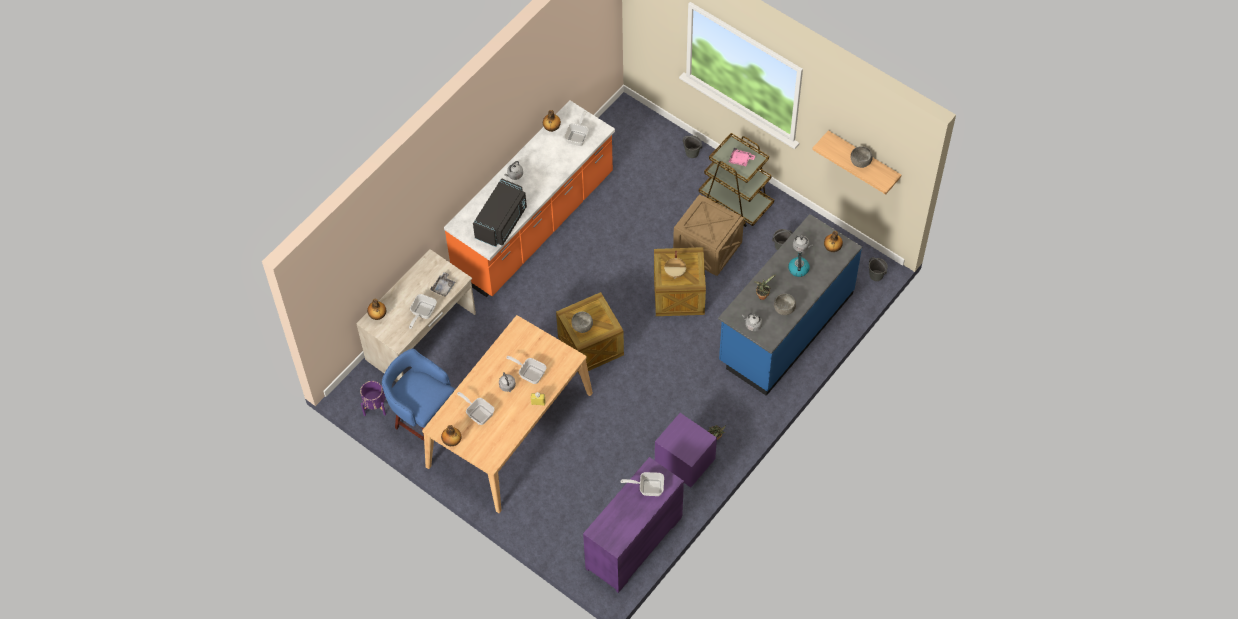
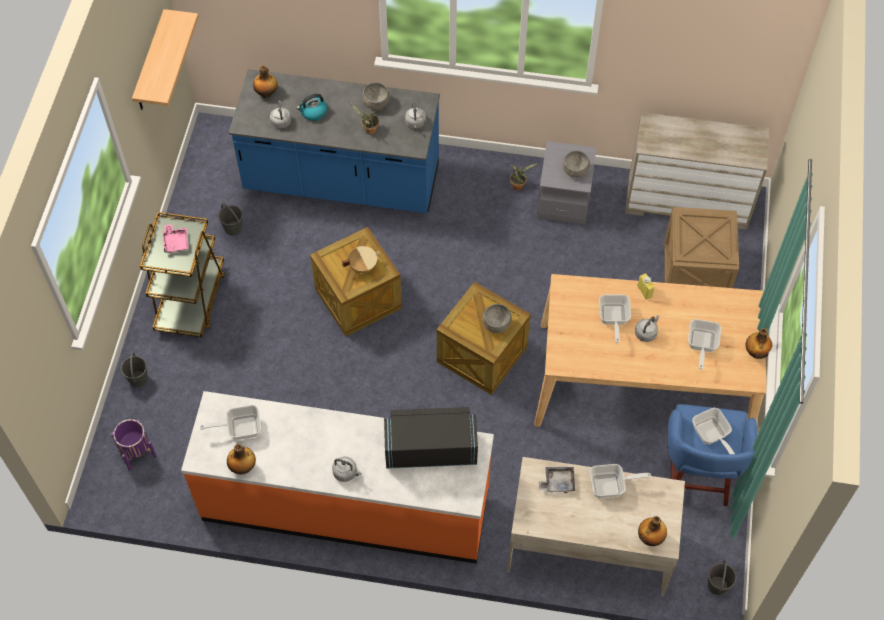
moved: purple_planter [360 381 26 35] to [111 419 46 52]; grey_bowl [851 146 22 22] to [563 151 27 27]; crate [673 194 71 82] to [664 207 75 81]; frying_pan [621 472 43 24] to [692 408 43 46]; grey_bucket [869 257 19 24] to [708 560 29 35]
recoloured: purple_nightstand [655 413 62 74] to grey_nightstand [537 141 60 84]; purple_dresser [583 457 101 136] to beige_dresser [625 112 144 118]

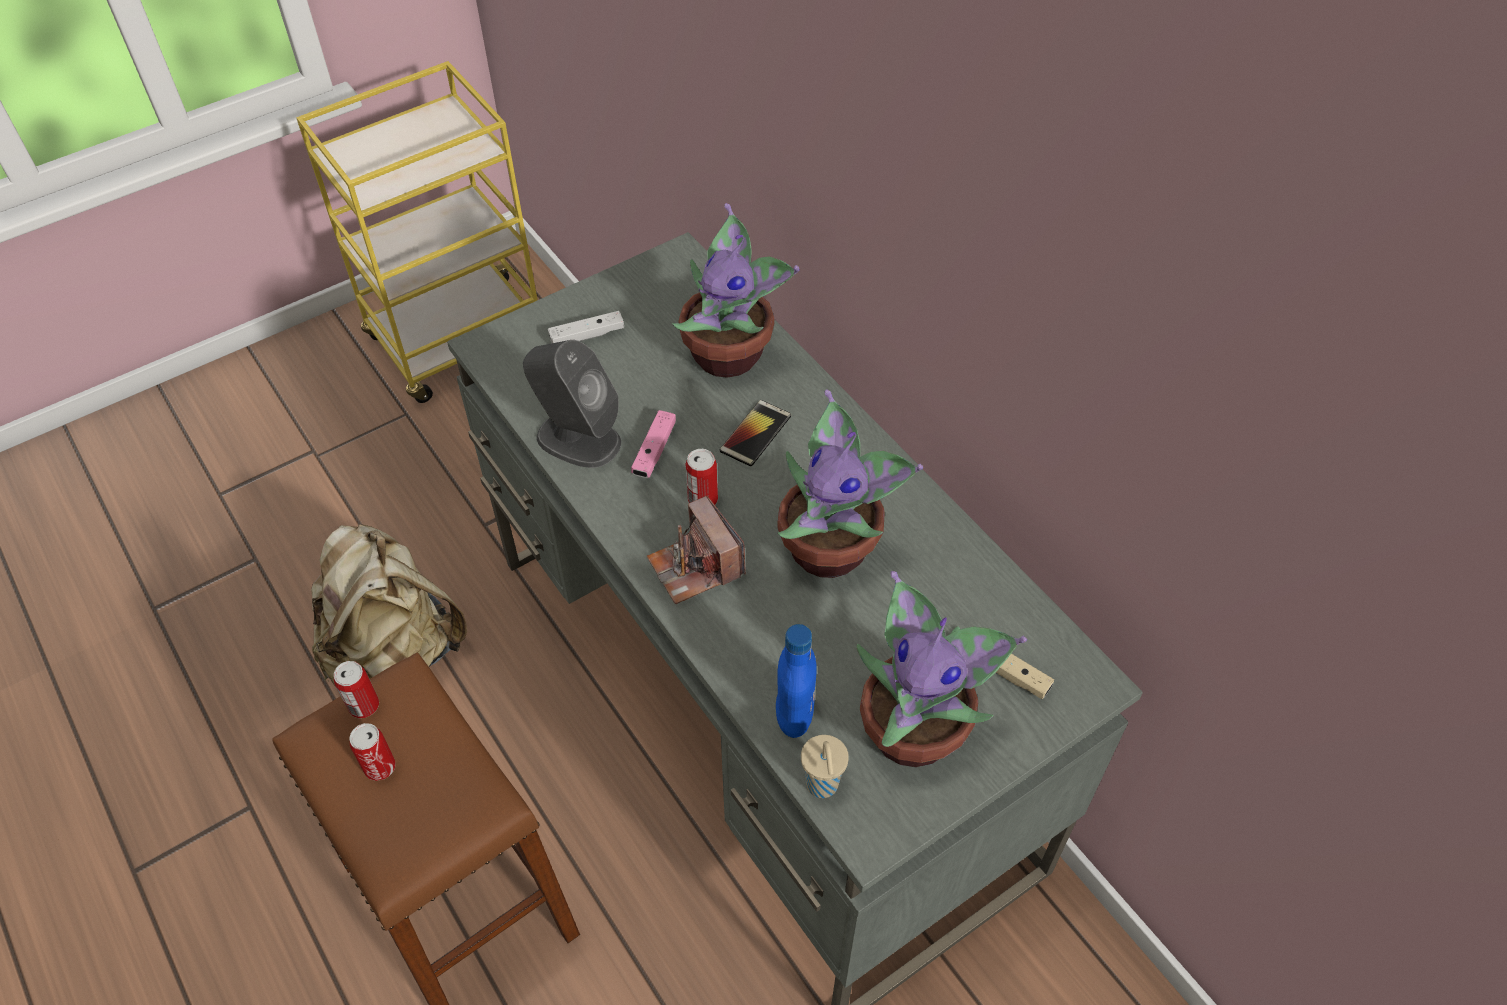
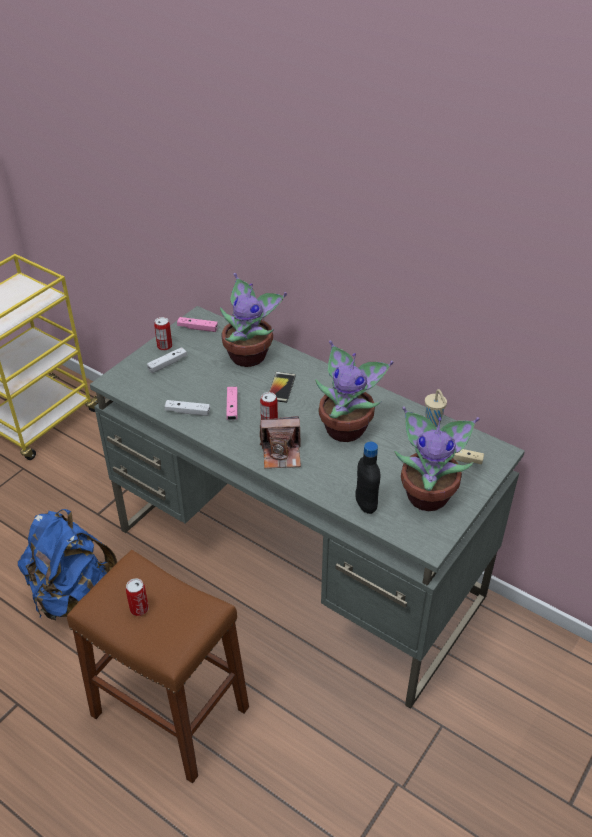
added: pink_game_controller [177 317 41 15]
moved: can [334 661 45 57] to [154 317 18 34]; beige_cup [801 735 48 63] to [425 389 22 38]
replaced: grey_speaker [523 340 98 128] to white_game_controller [164 400 46 16]
recoloured: beige_backpack [311 524 156 163] to blue_backpack [18 509 99 111]; blue_bottle [776 624 41 114] to black_bottle [356 442 24 72]
turned: photo_camera [647 496 99 108] = [260 416 41 53] 45 degrees counterclockwise

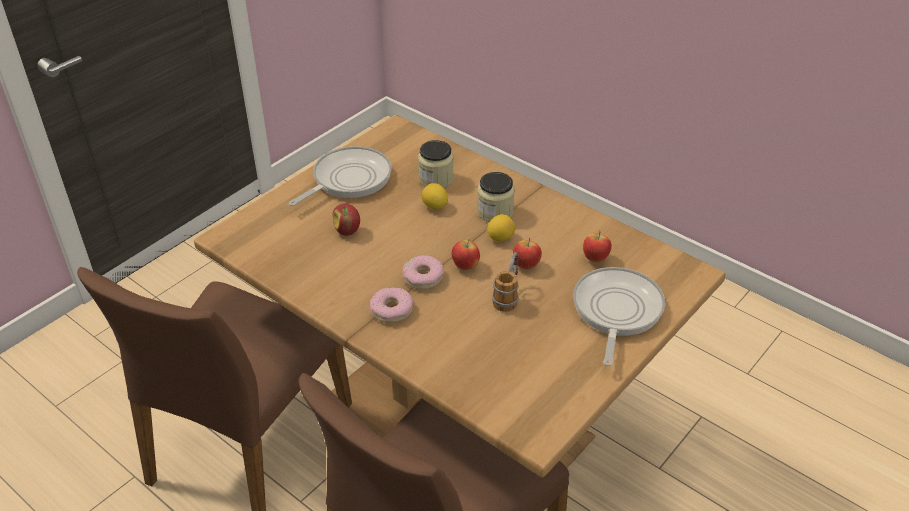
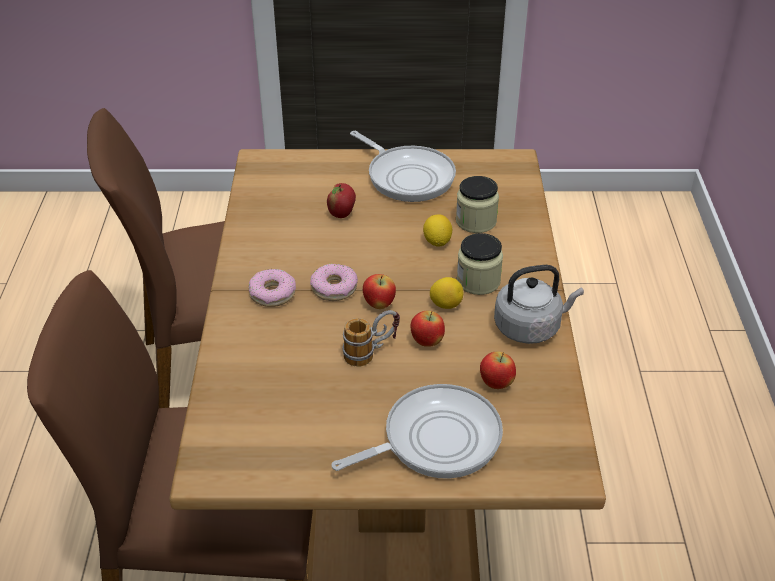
added: grey_kettle [494 265 90 79]
turned: frying_pan [289 146 102 60] = [350 131 106 71] 45 degrees clockwise

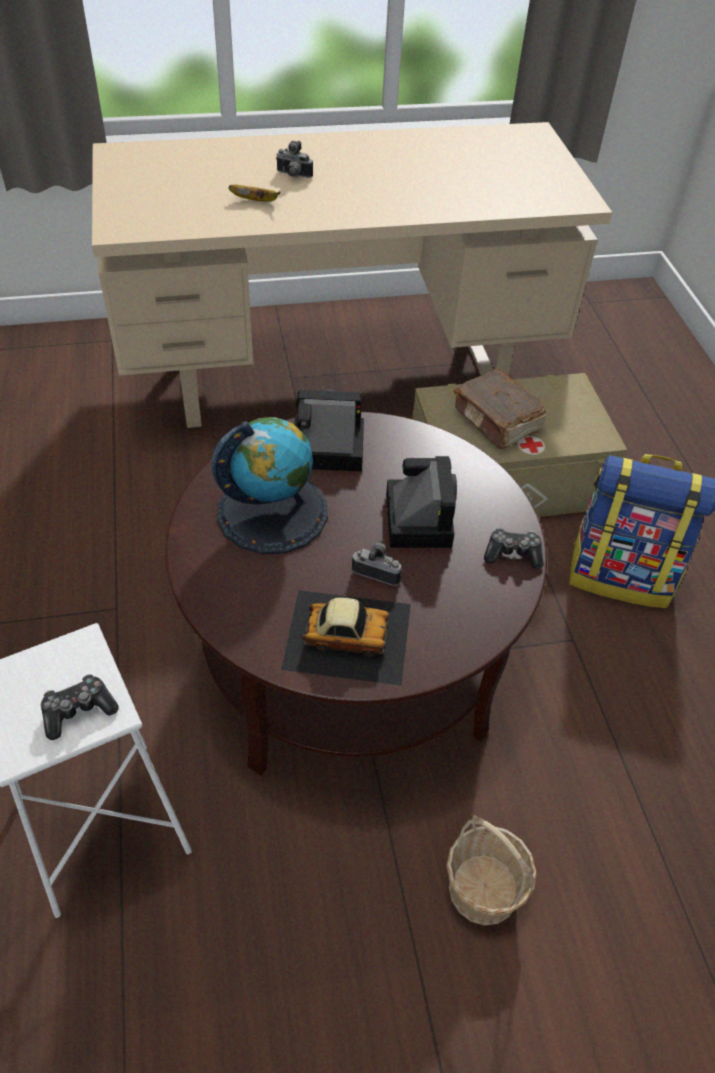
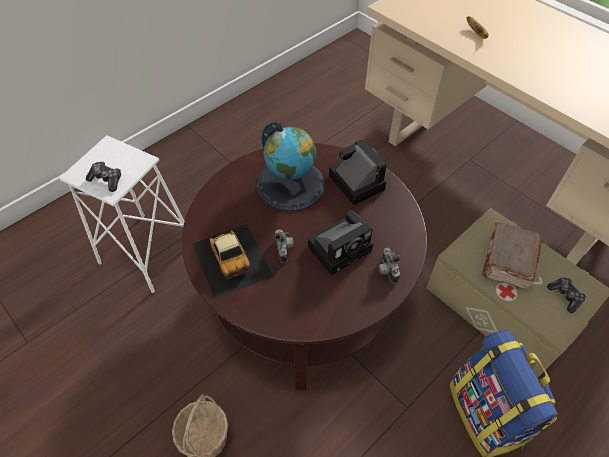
moved: photo_camera [275 141 38 37] to [378 248 22 36]; game_controller [484 528 60 41] to [547 277 39 36]

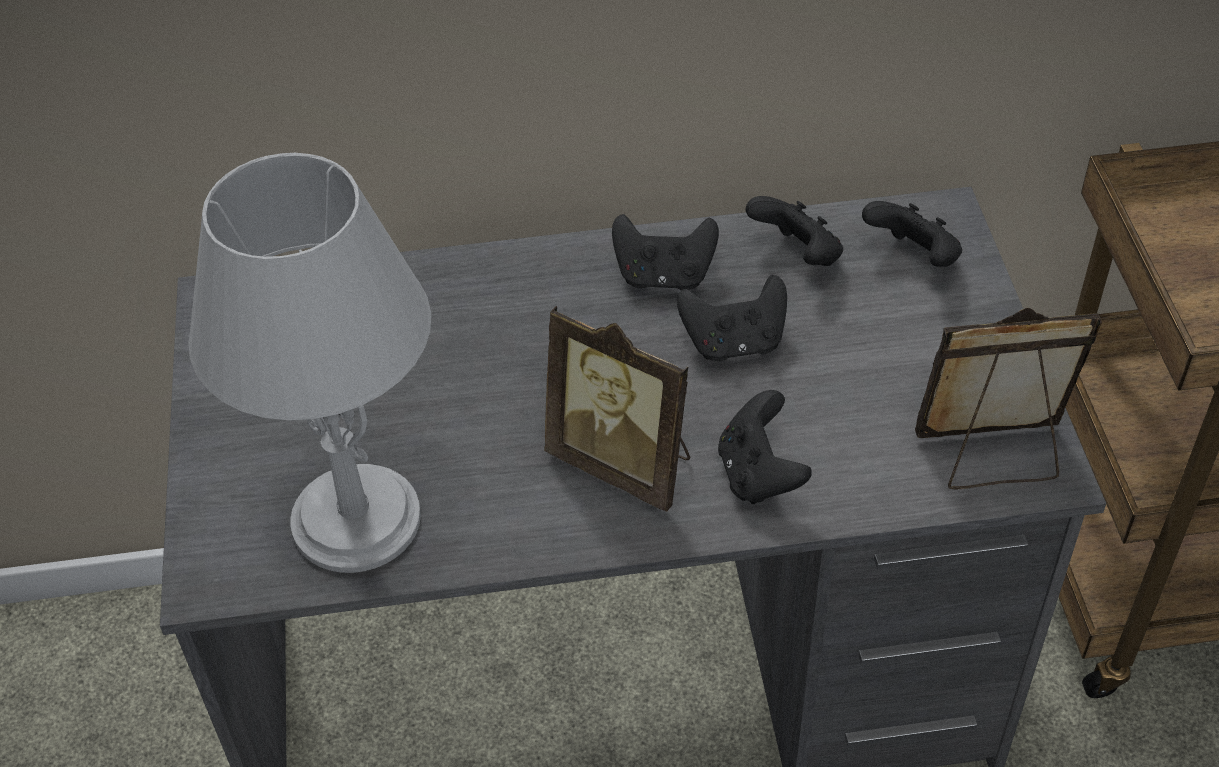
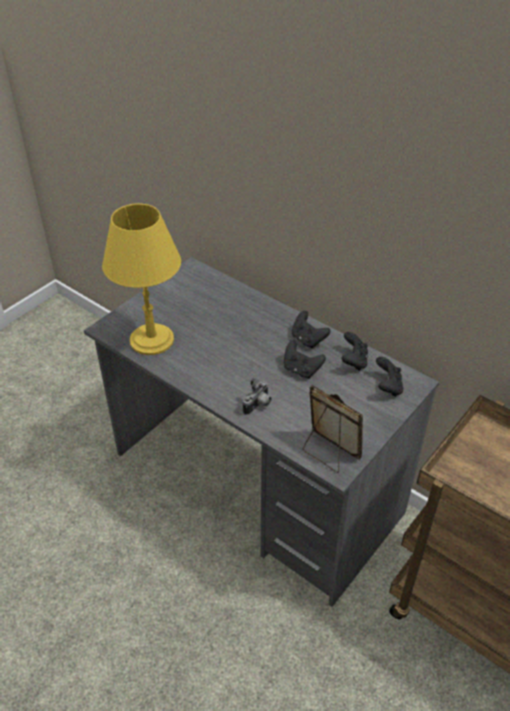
removed: picture_frame [544 306 146 206]
replaced: black_game_controller [718 390 94 114] to photo_camera [243 378 29 37]
recoloured: grey_table_lamp [188 153 243 420] to yellow_table_lamp [102 204 79 151]

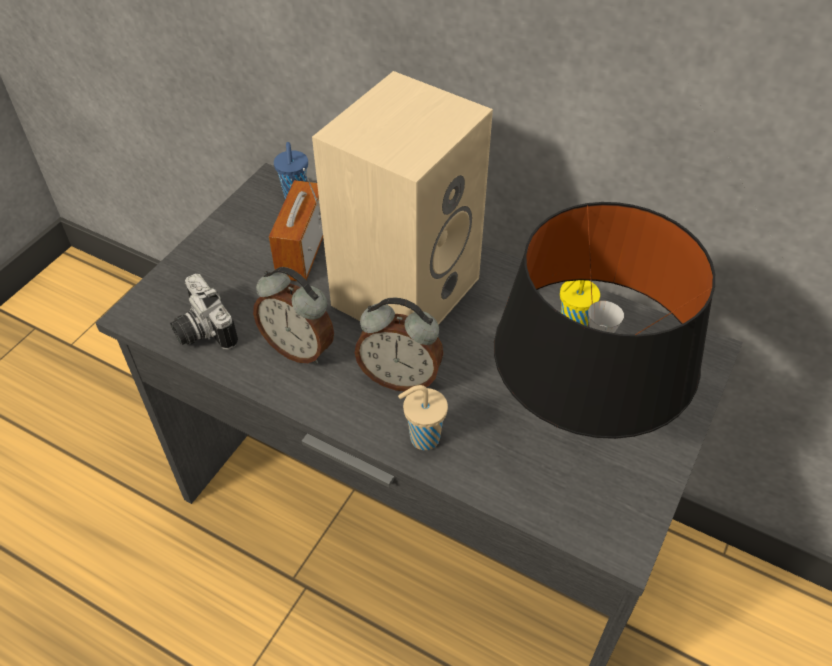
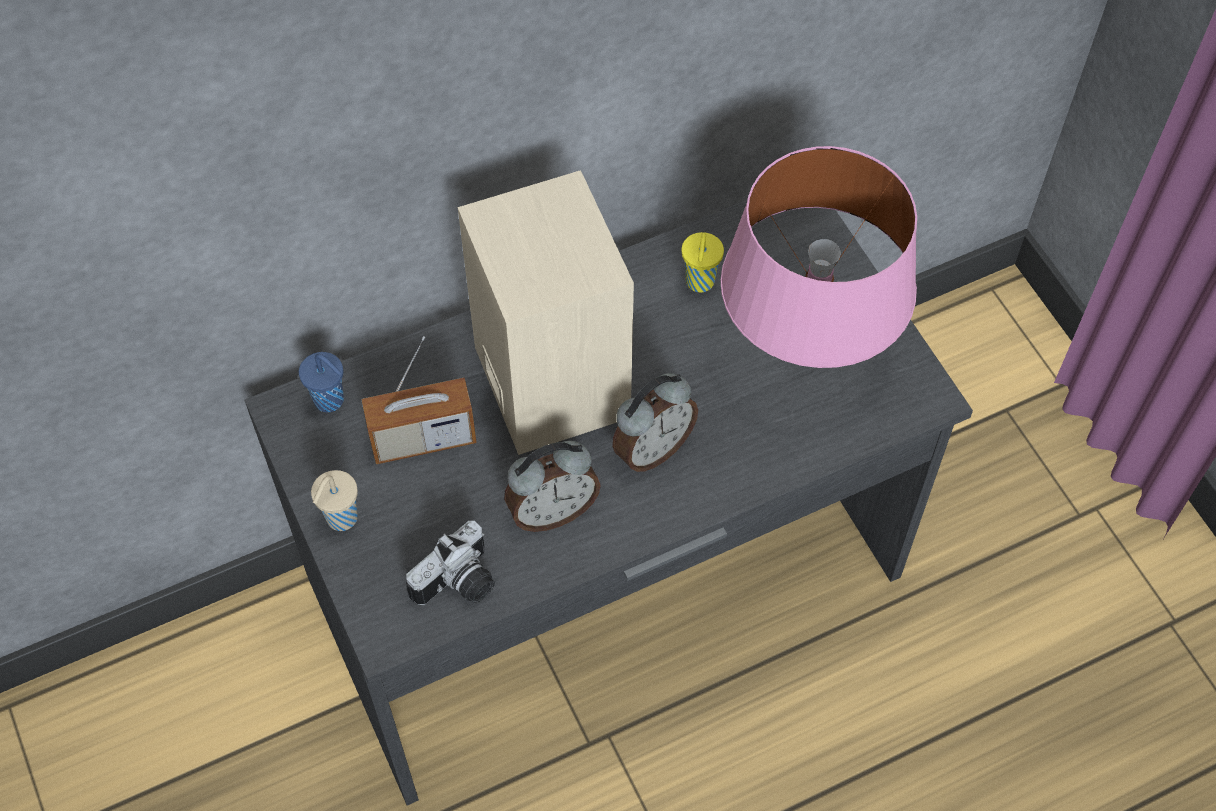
moved: beige_cup [398 385 50 65] to [311 470 47 61]
recoloured: black_table_lamp [494 202 221 237] to pink_table_lamp [720 146 197 222]
turned: radio [269 168 54 113] = [362 336 114 128] 60 degrees counterclockwise; photo_camera [170 274 68 76] = [406 521 89 84] 45 degrees counterclockwise

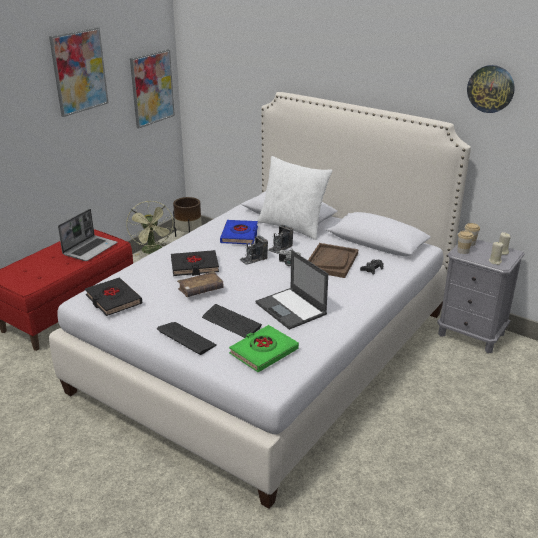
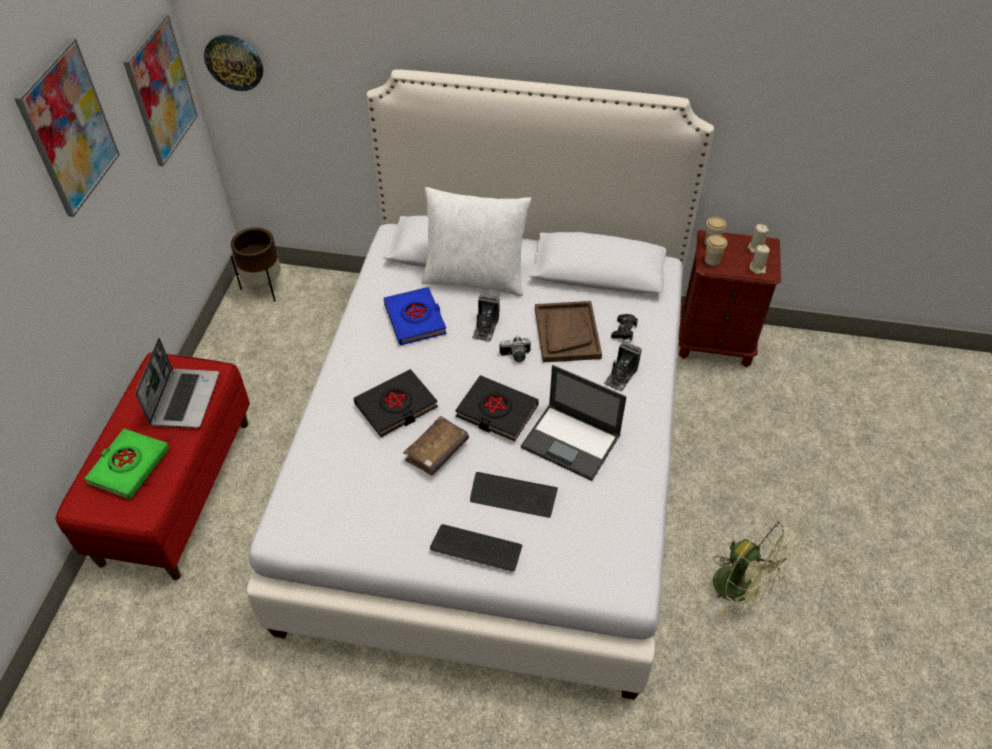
moved: green_book [229 325 70 47] to [84 429 85 70]; wall_clock [467 65 48 48] to [204 35 59 56]; black_book [85 278 57 38] to [455 376 84 65]; photo_camera [239 236 29 29] to [603 341 39 51]; green_fan [126 201 48 54] to [713 521 85 95]
recoloured: grey_nightstand [437 239 88 114] to brown_nightstand [679 230 102 137]

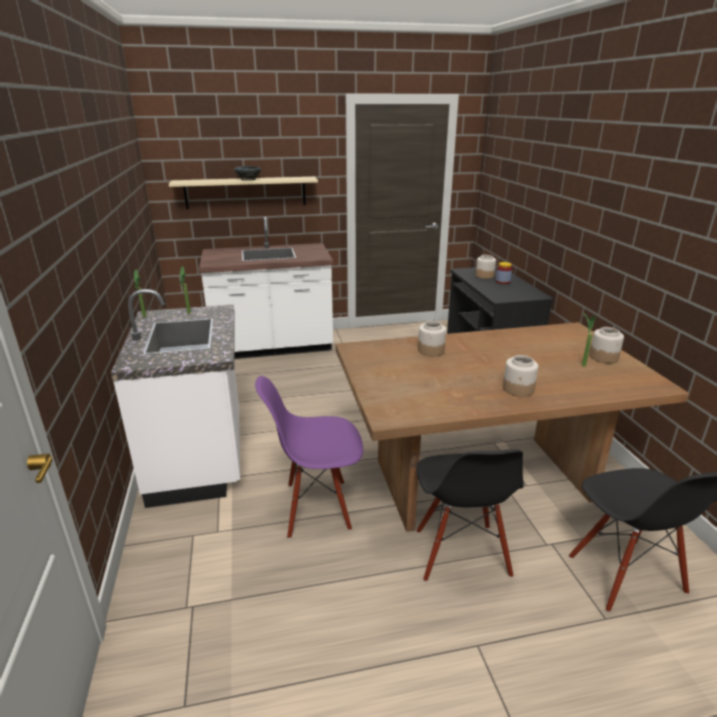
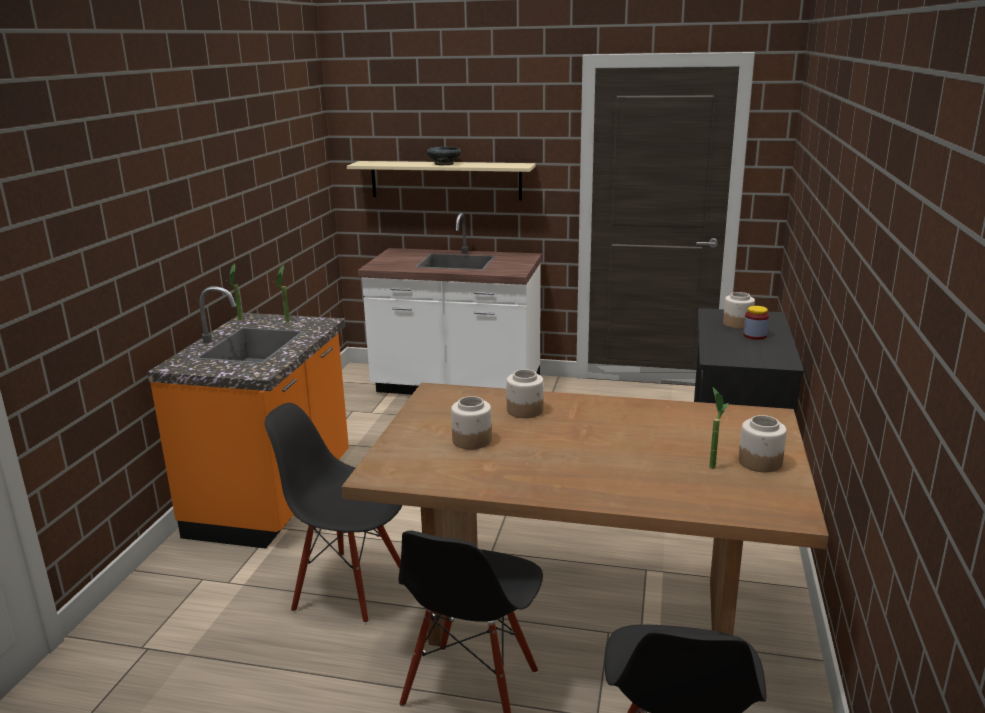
moved: jar [503 355 35 42] to [451 396 41 53]
recoloured: white_counter [111 289 129 219] to orange_counter [147 286 202 263]; purple_chair [255 376 108 163] to black_chair [265 403 138 221]

